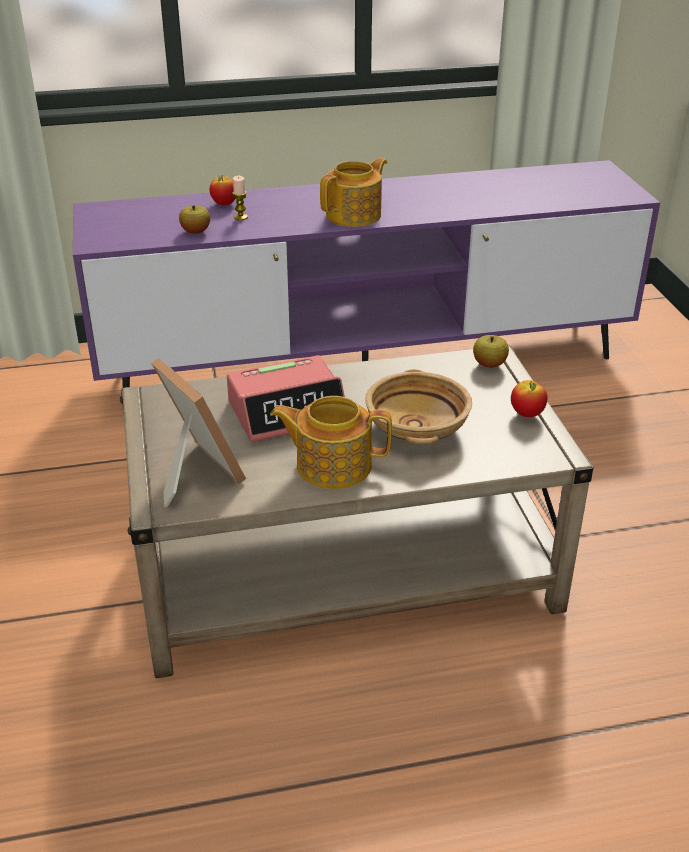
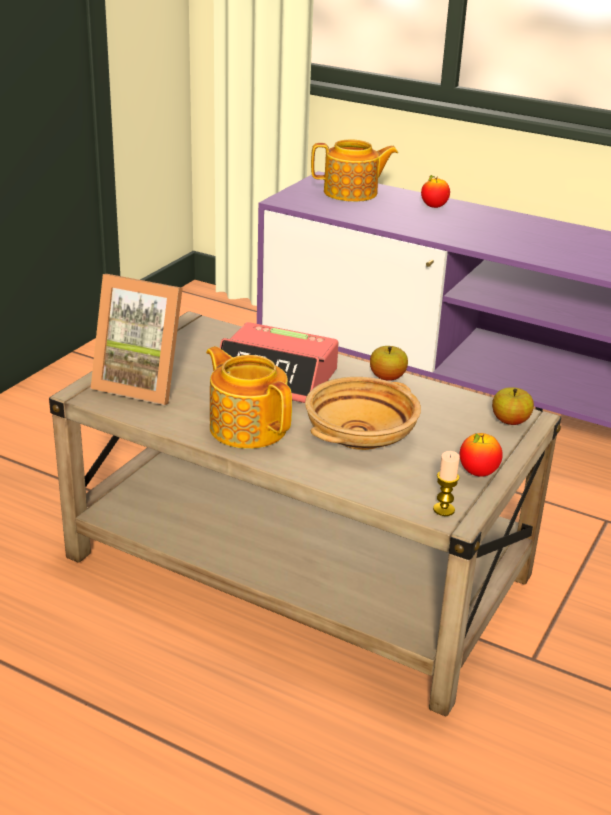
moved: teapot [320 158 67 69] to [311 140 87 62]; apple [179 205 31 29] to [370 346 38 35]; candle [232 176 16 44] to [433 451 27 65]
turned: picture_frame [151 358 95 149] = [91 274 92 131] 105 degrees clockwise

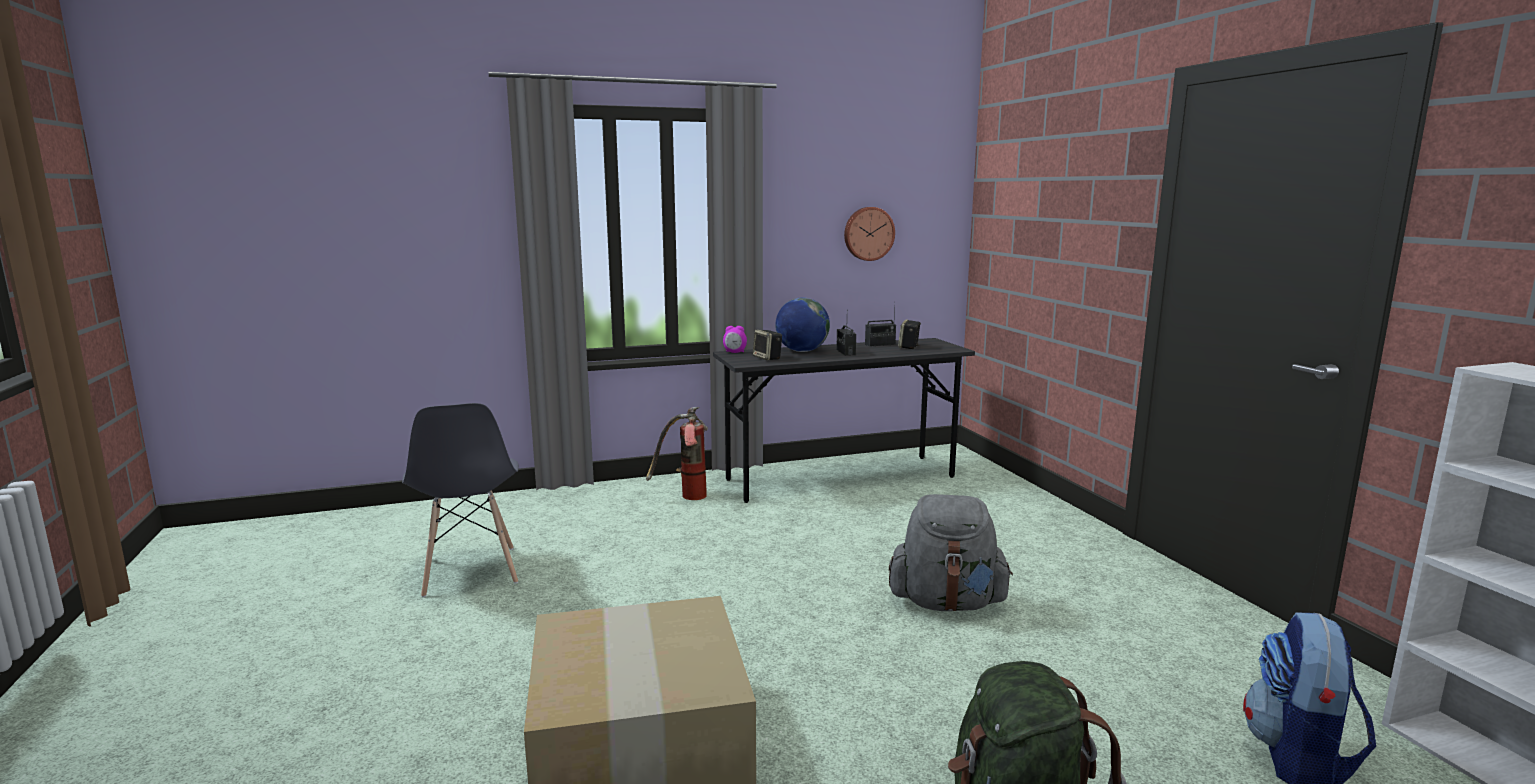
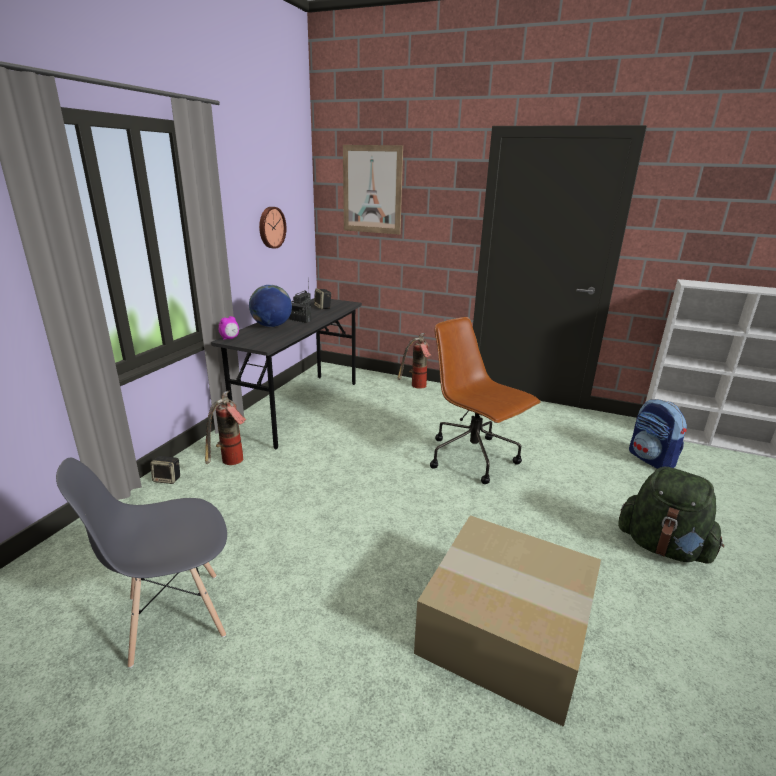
added: picture [343 145 60 90]; fire_extinguisher [398 333 33 56]
moved: speaker [753 330 29 30] to [150 456 30 28]
replaced: grey_backpack [889 494 124 117] to brown_office_chair [430 317 111 167]
turned: grey_chair [402 403 117 194] = [56 458 171 210] 135 degrees clockwise

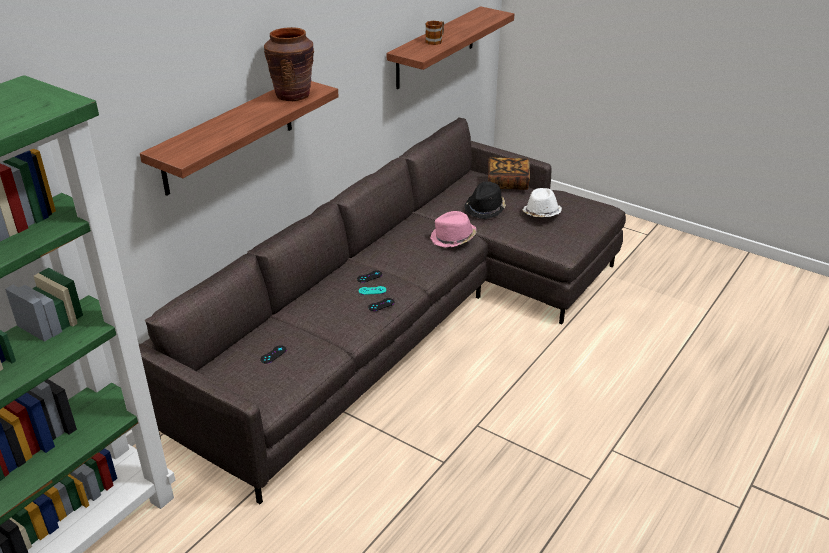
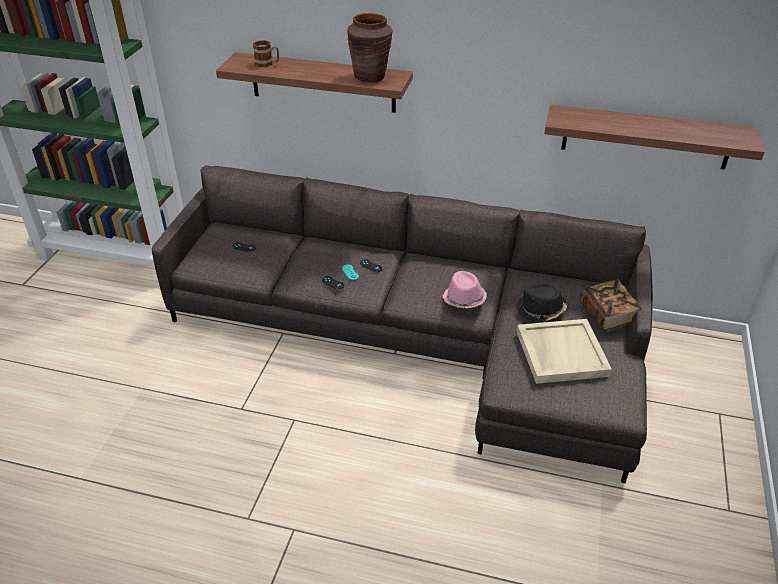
moved: mug [425 21 19 24] to [253 40 26 27]
replaced: white_hat [522 188 40 29] to beige_tray [517 319 95 65]

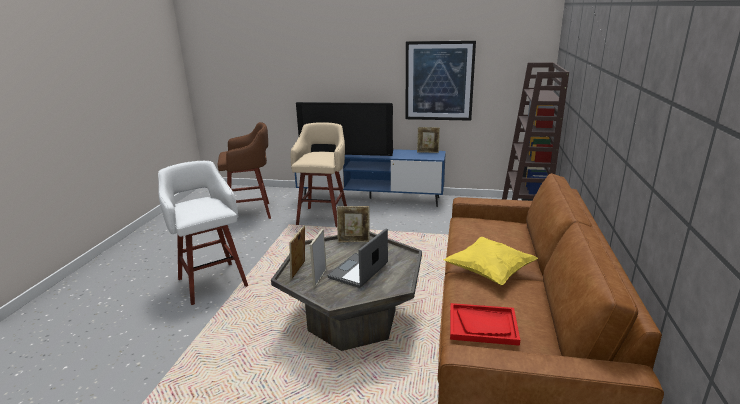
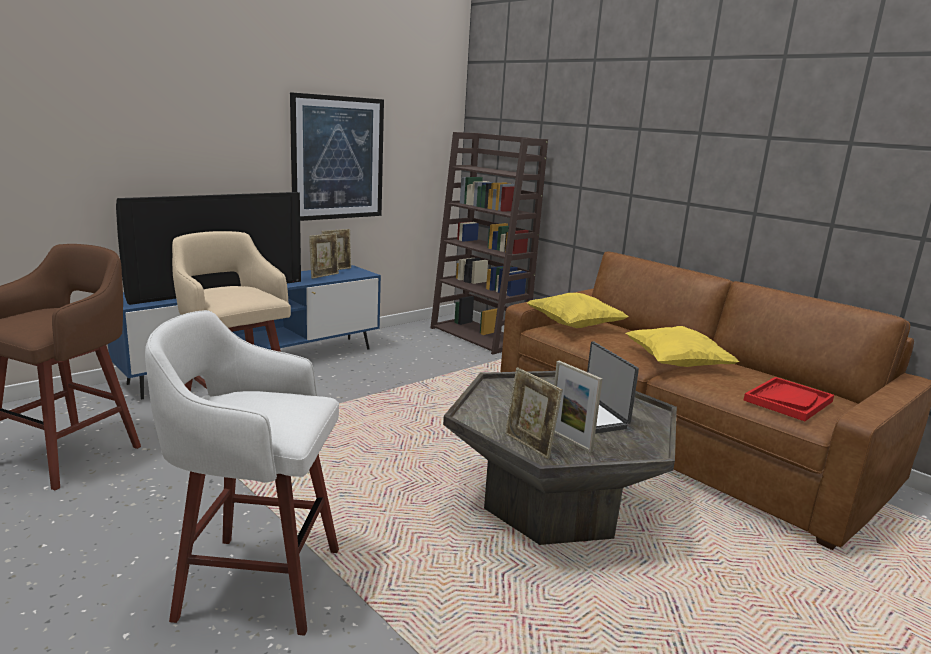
added: yellow_pillow [527 293 101 35]
moved: picture_frame [337 206 33 37] to [309 233 30 46]

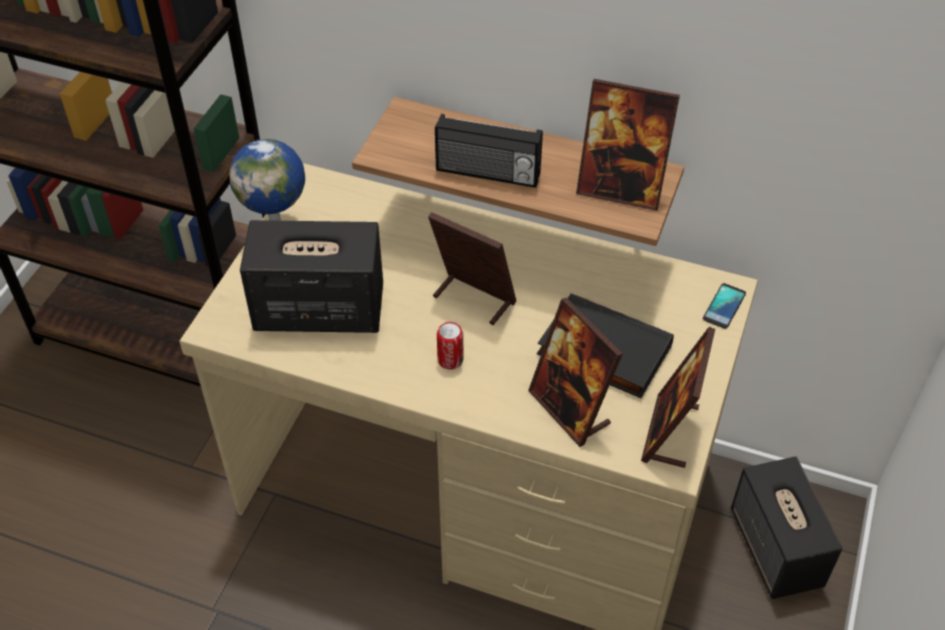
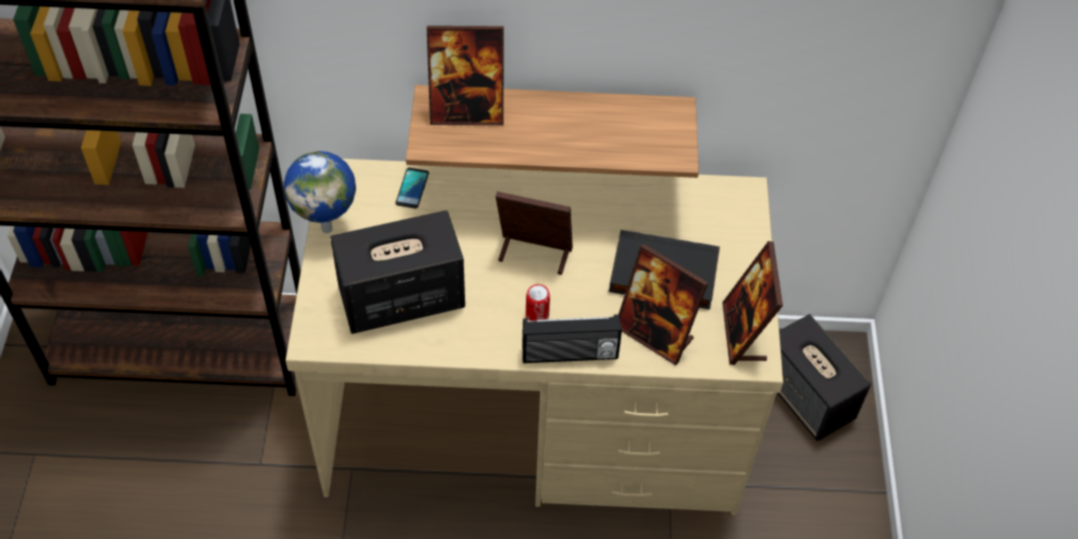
moved: phone [703 283 43 46] to [395 168 34 41]; picture_frame [576 79 104 132] to [427 26 77 99]; radio [435 114 108 74] to [522 314 100 49]

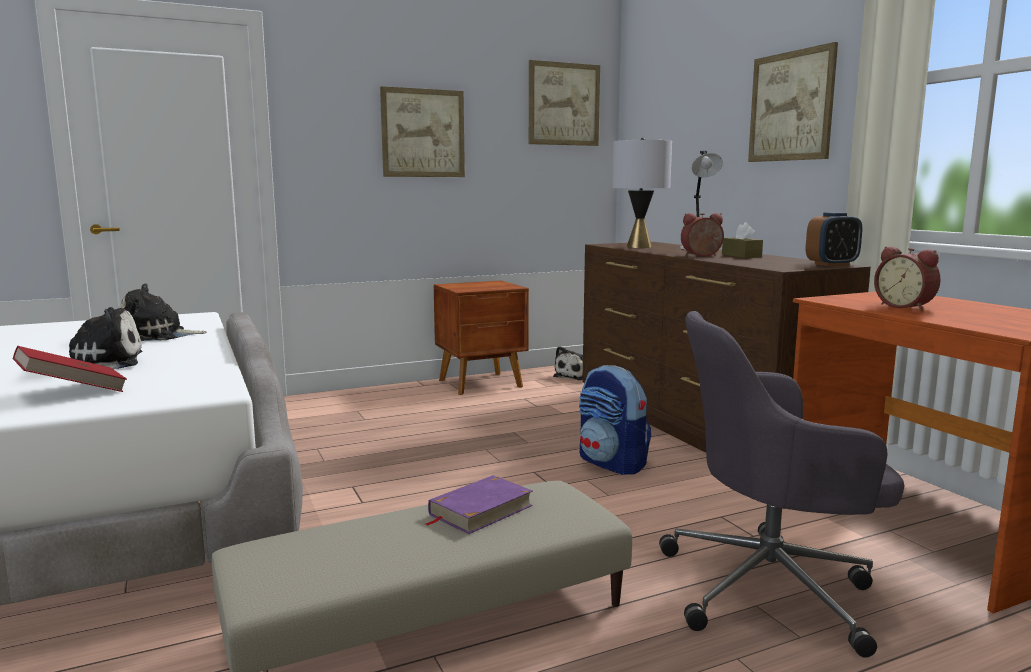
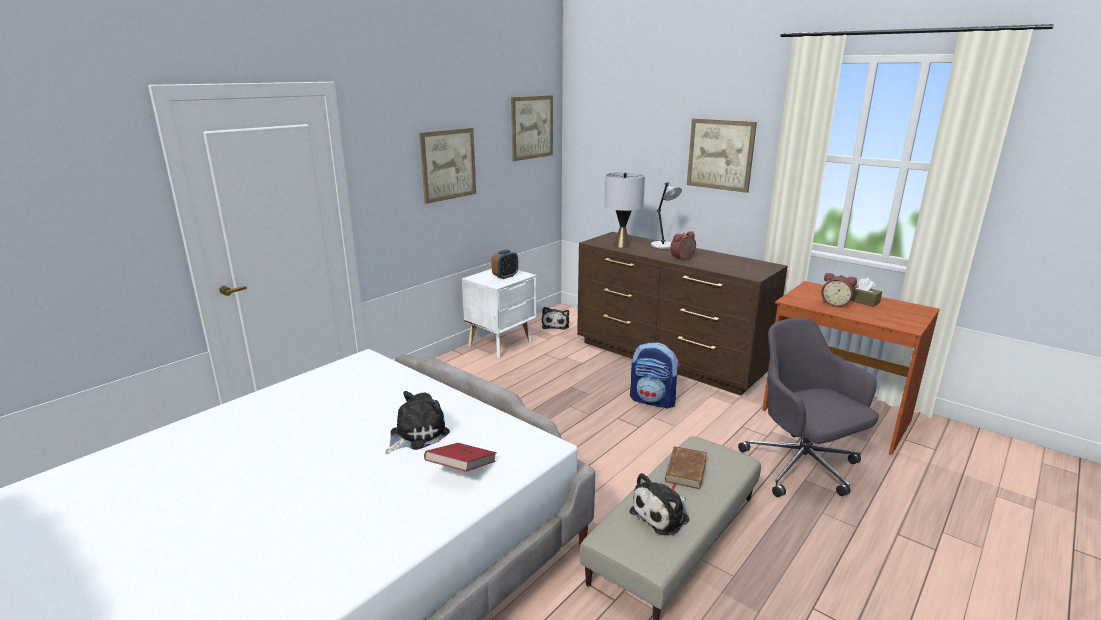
moved: alarm_clock [806 212 57 54] to [491 250 27 29]; plush_toy [119 283 88 58] to [630 473 59 62]; brown_tissue_box [722 222 41 36] to [851 278 31 29]
recoloured: brown_nightstand [434 281 95 114] to white_nightstand [462 269 75 90]; purple_book [426 475 107 59] to brown_book [665 446 42 44]
turned: grey_office_chair [659 311 245 347] = [738 317 141 180] 90 degrees clockwise

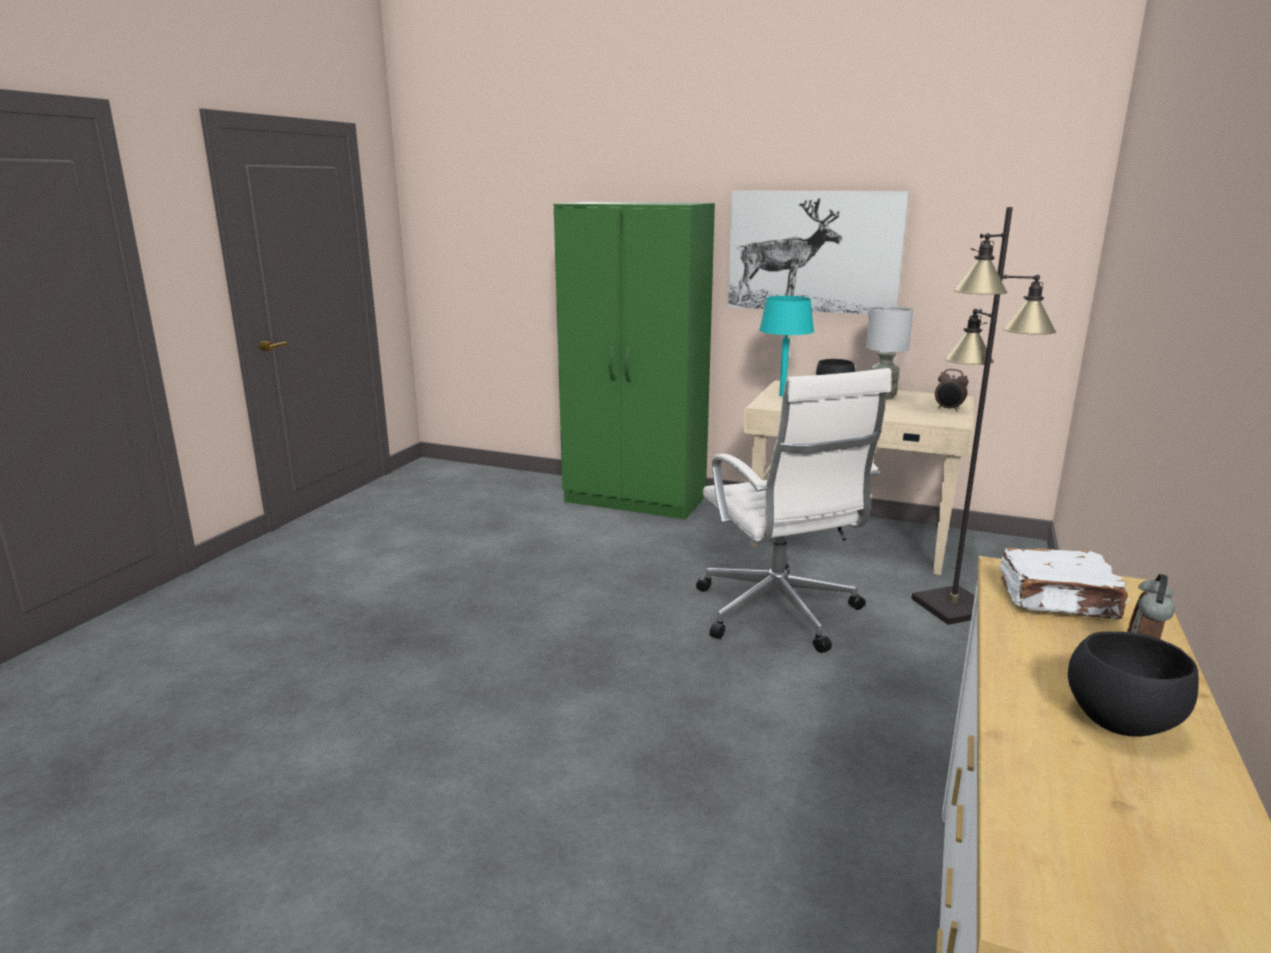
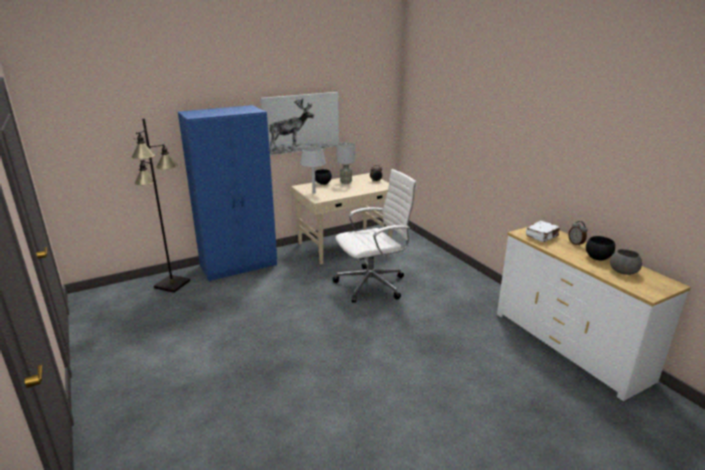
added: grey_bowl [610 249 32 26]
moved: black_floor_lamp [911 207 145 418] to [132 118 58 175]
recoloured: green_wardrobe [554 202 161 318] to blue_wardrobe [178 105 99 176]; turquoise_table_lamp [759 296 55 101] to grey_table_lamp [300 146 26 48]
turned: white_office_chair [696 368 195 285] = [333 169 84 134] 45 degrees counterclockwise

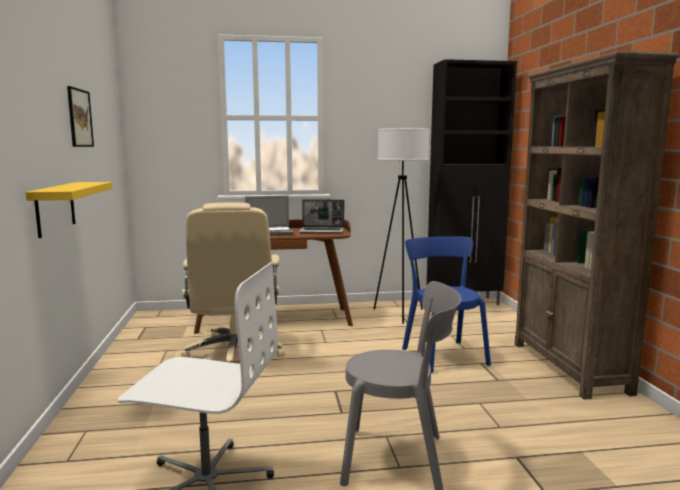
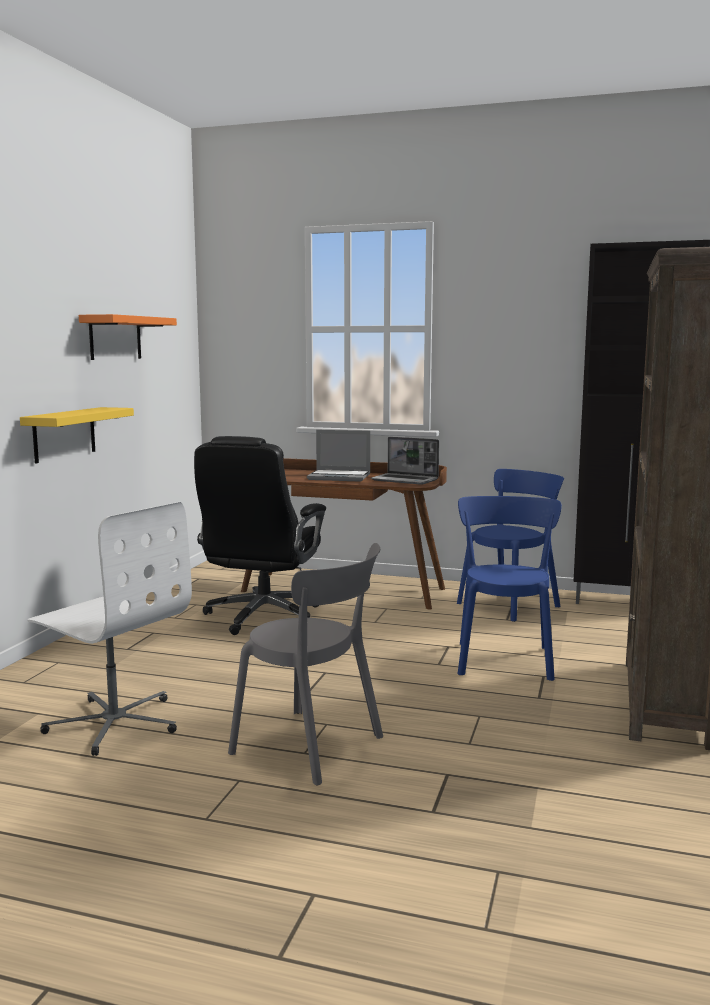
replaced: picture [67 86 27 61] to orange_shelf [79 314 98 46]; white_floor_lamp [374 128 56 196] to blue_chair [457 469 107 153]
recoloured: beige_office_chair [181 203 104 160] to black_office_chair [194 436 132 199]

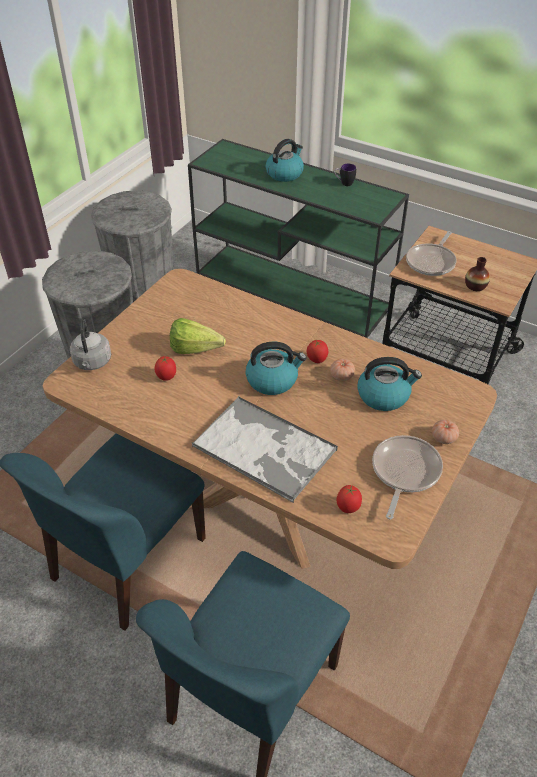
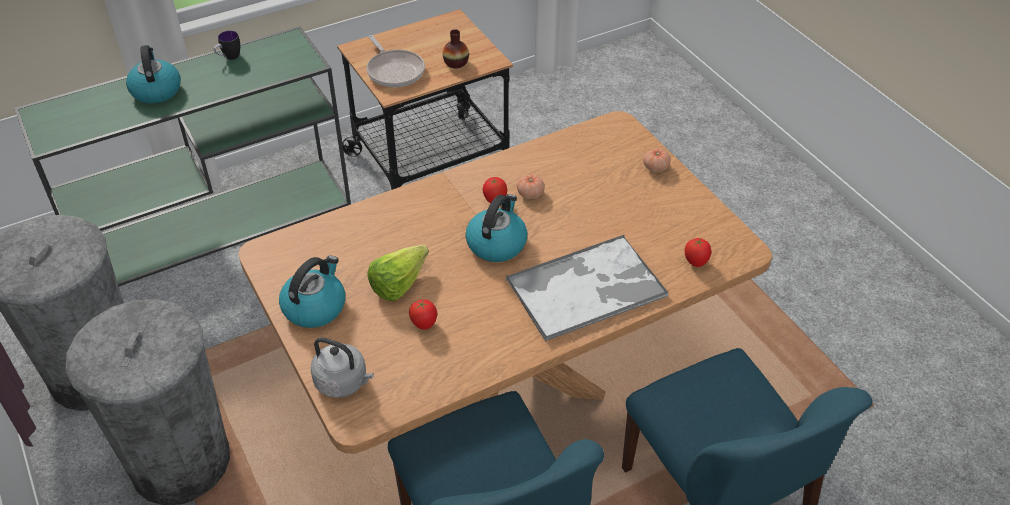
removed: frying_pan [372 435 71 84]
moved: kettle [357 357 65 54] to [279 256 66 72]

